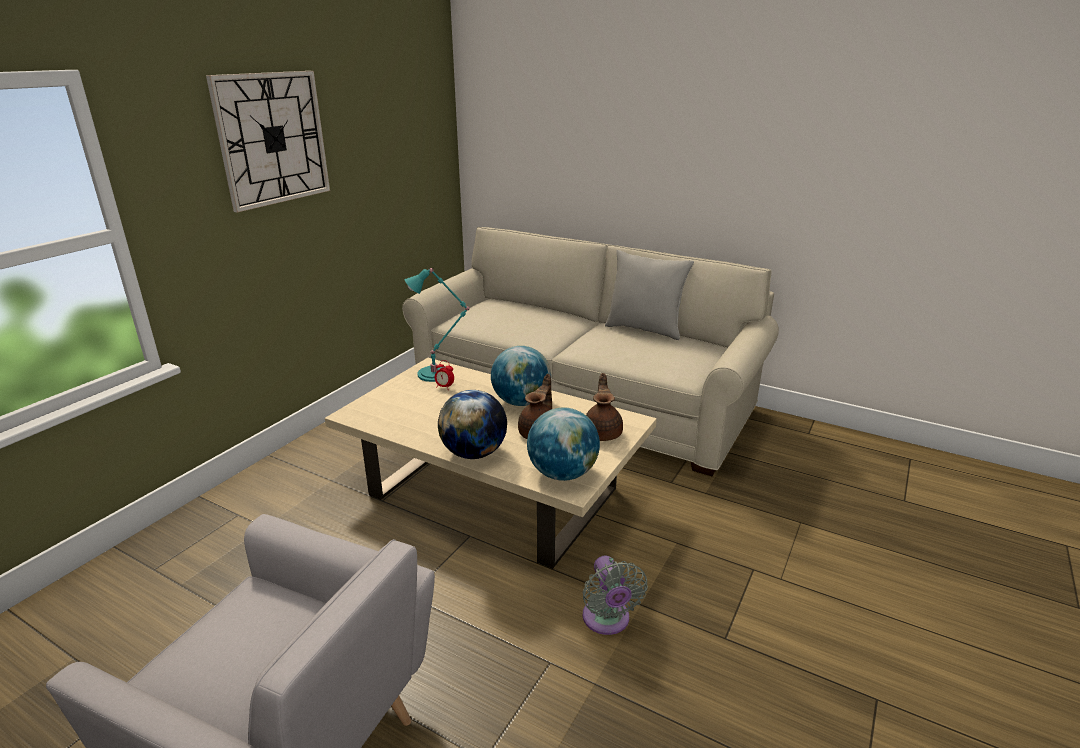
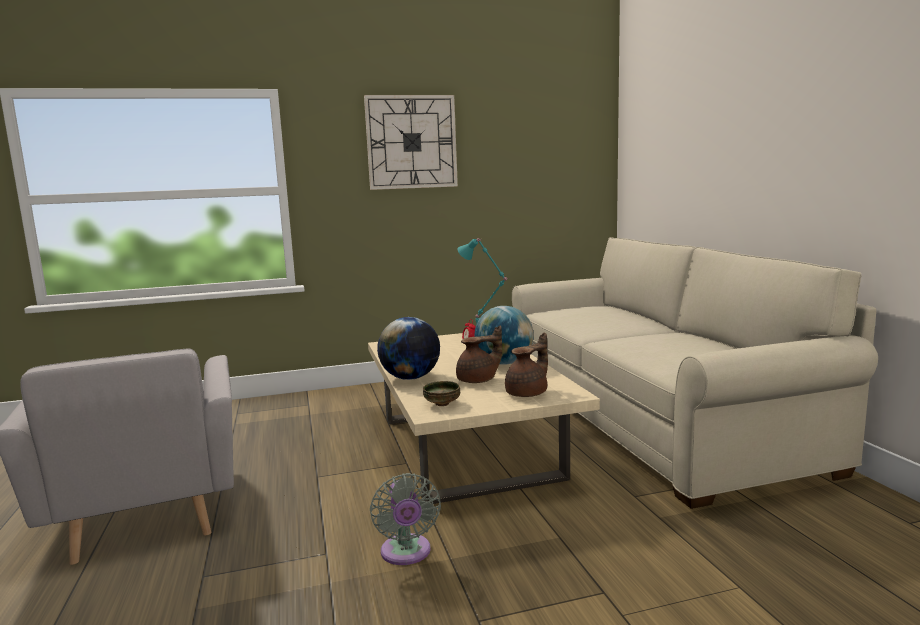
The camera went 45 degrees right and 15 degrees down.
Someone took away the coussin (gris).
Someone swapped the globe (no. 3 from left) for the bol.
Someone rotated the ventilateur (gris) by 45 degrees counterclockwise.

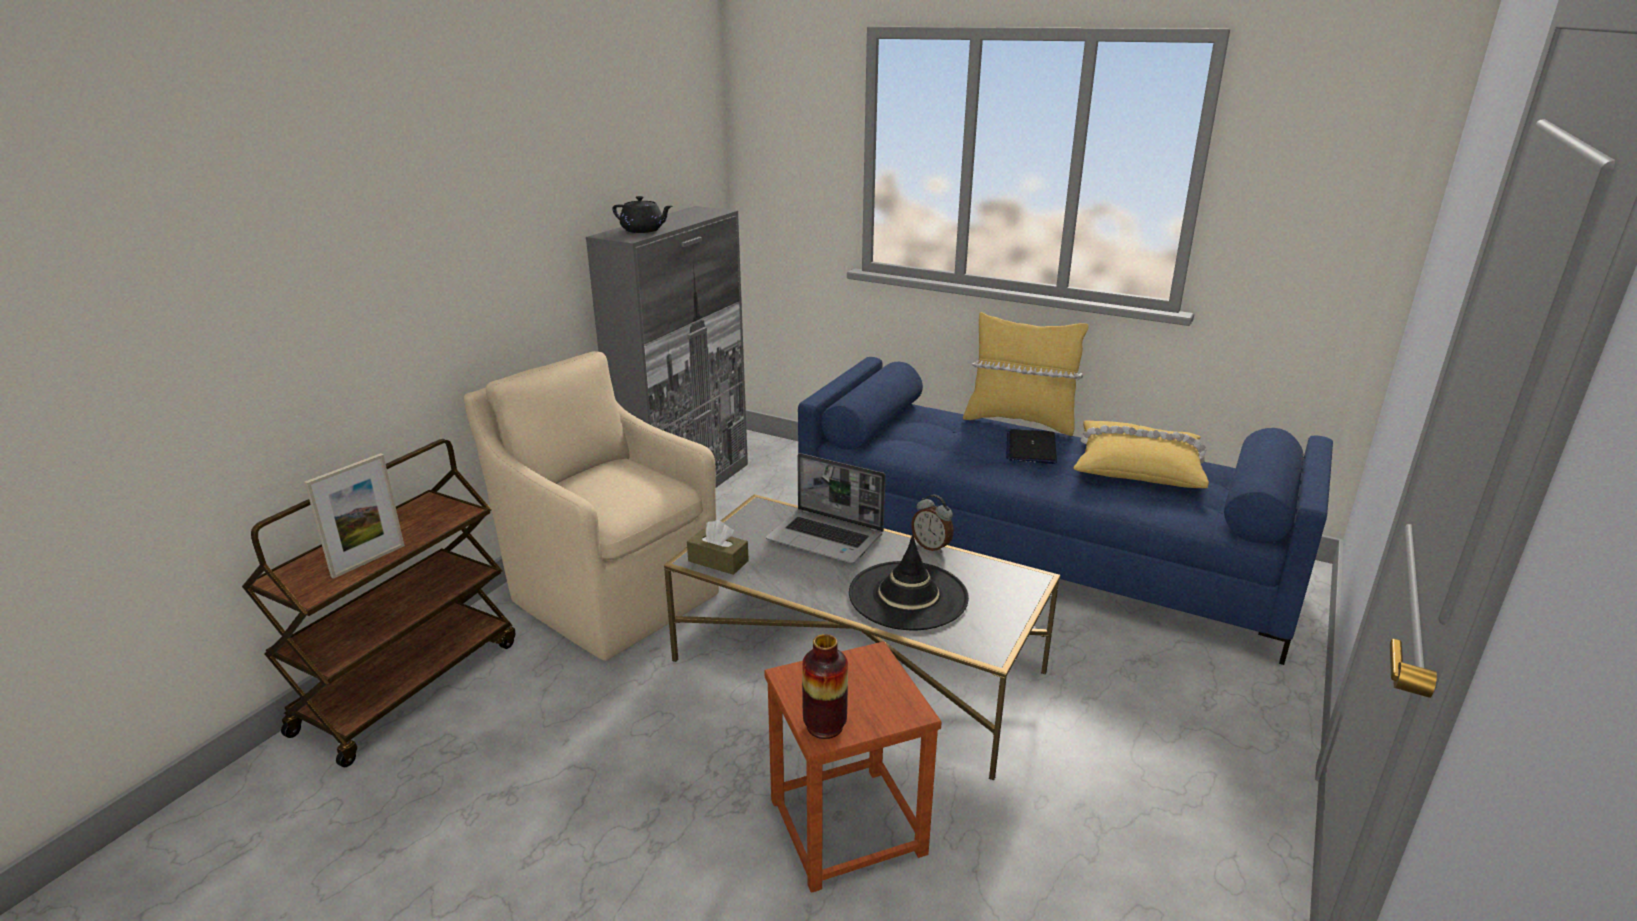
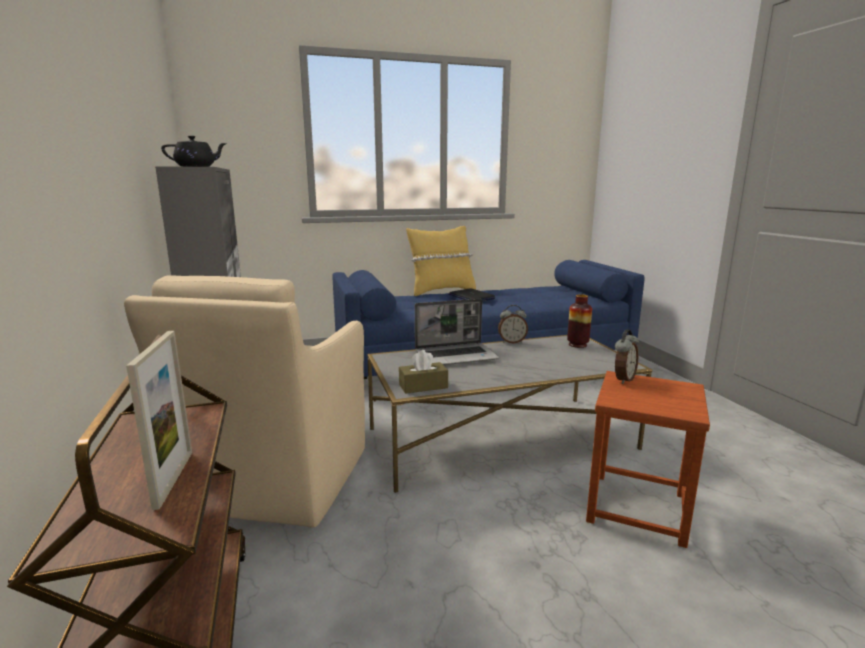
The camera went 45 degrees left and 10 degrees down.
Someone rotated the fauteuil (beige) by 75 degrees counterclockwise.
Someone took away the coussin (jaune) (no. 2 from left).
Someone took away the chapeau (noir).
Someone carried the vase.
Someone put down the réveil (no. 2 from left).

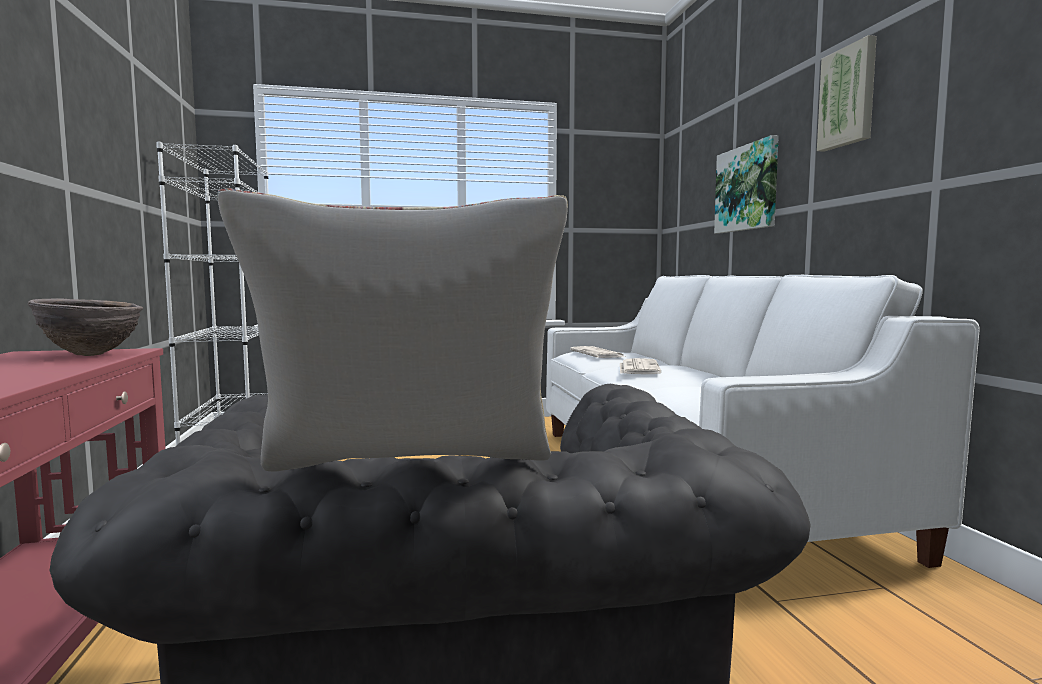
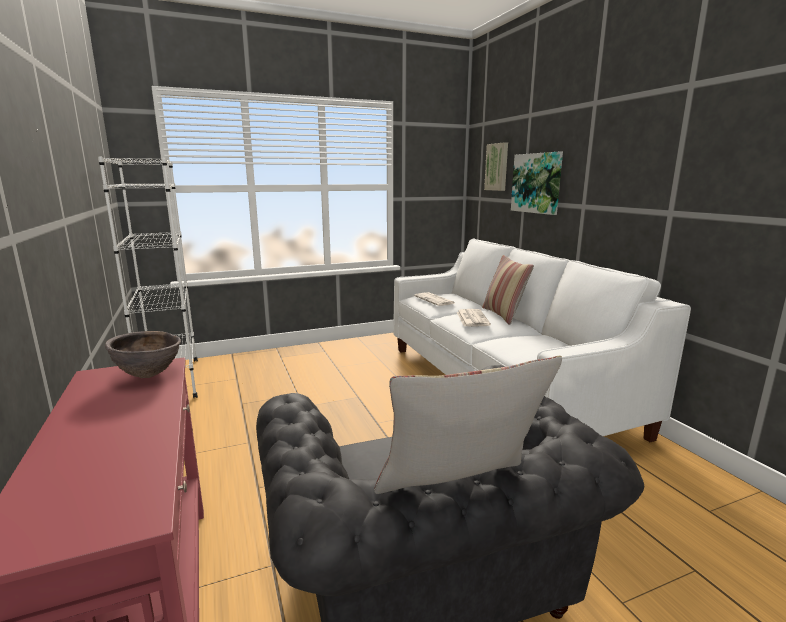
The camera went 10 degrees left and 10 degrees up.
Someone carried the tableau (no. 2 from left in the first image).
Someone put down the coussin (no. 2 from left).

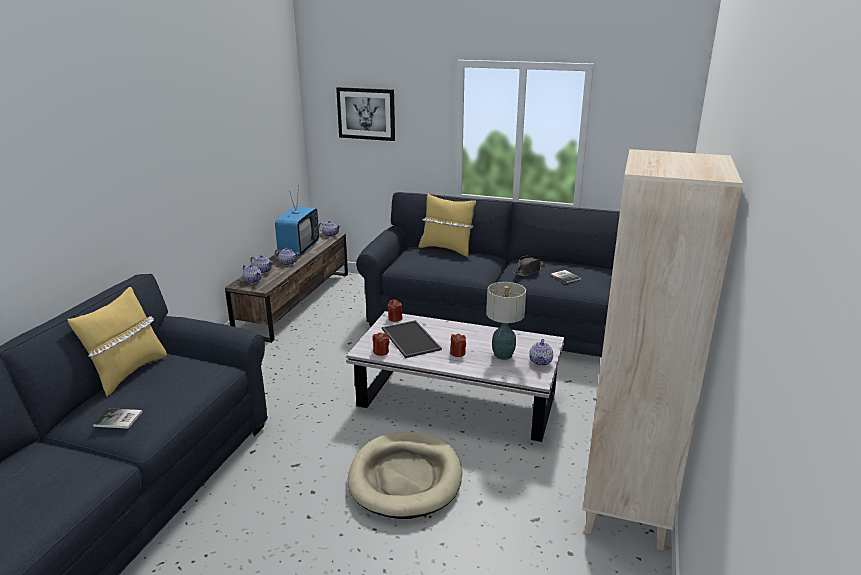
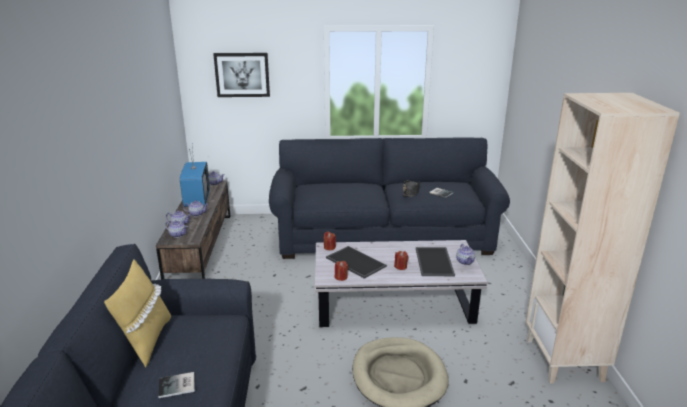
The camera went 20 degrees left and 0 degrees up.
Someone took away the coussin (jaune) (no. 2 from left).
Someone swapped the lampe de table for the plateau (no. 2 from left).

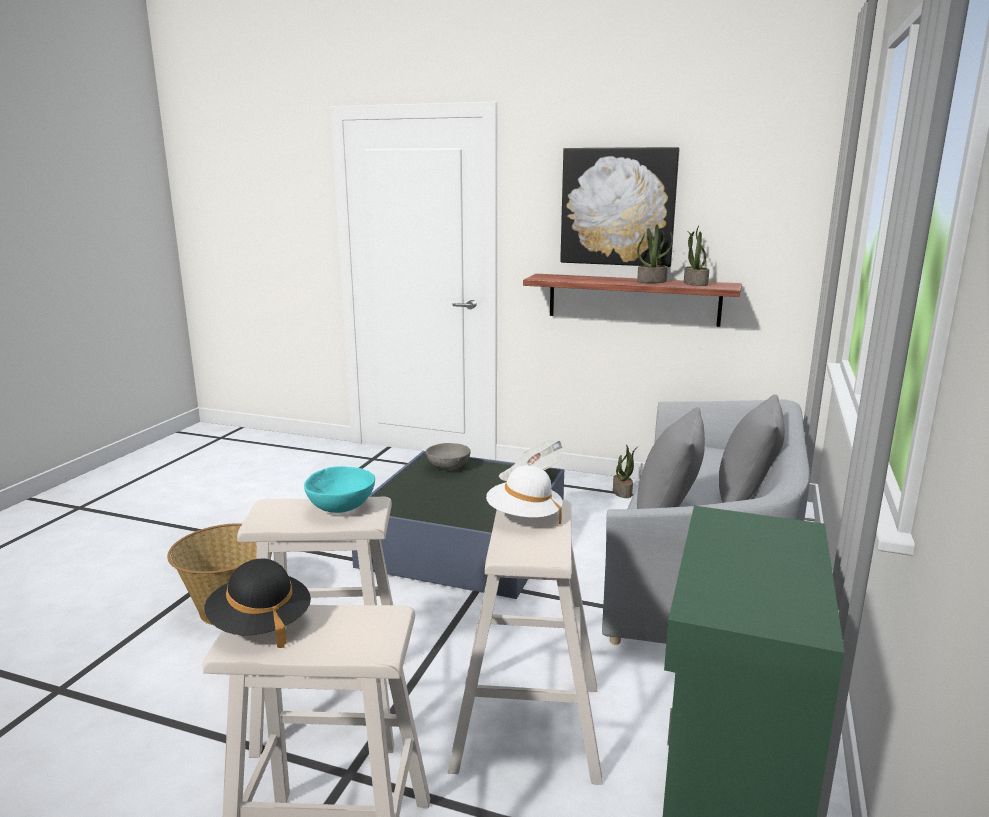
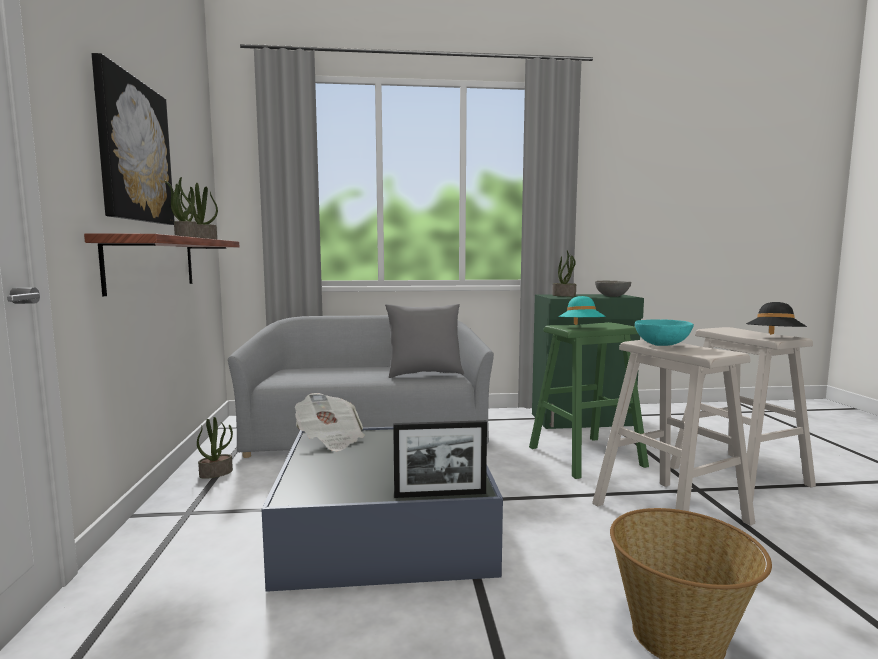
The camera went 115 degrees left and 10 degrees down.
Someone took away the coussin (gris) (no. 2 from left).
Someone carried the bol (gris).
Someone repainted the chapeau (blanc), which became the chapeau (turquoise).
Someone repainted the tabouret (beige) (no. 3 from left), which became the tabouret (vert).
Someone put down the plante en pot (no. 4 from left).
Someone put down the cadre photo.

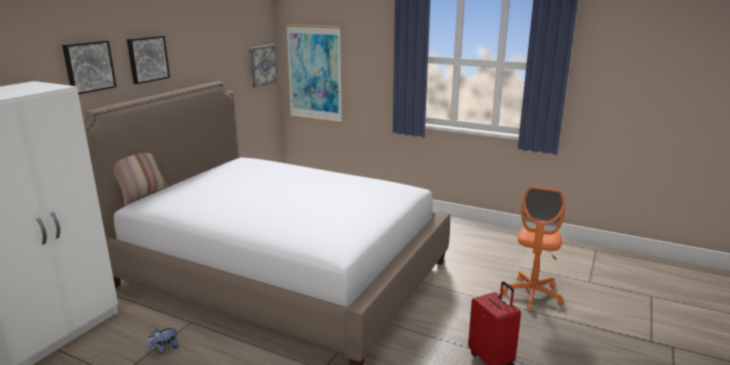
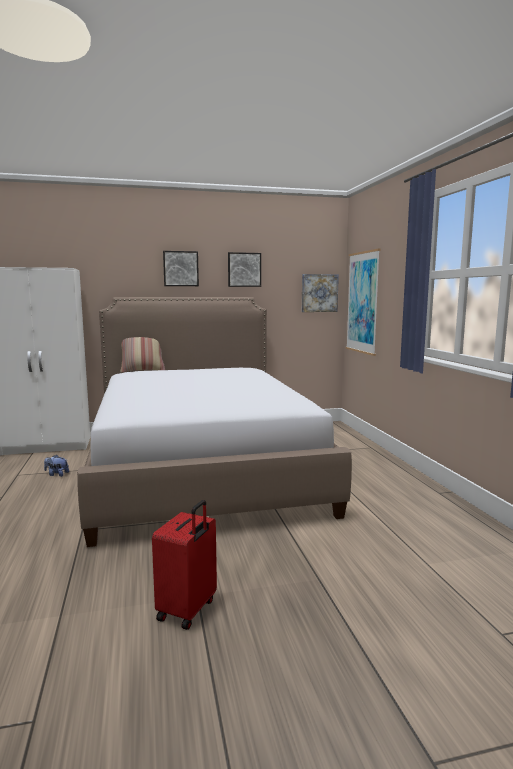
The camera went 50 degrees right and 10 degrees down.
Someone carried the tableau (no. 1 from left in the first image).
Someone took away the chaise de bureau (orange).

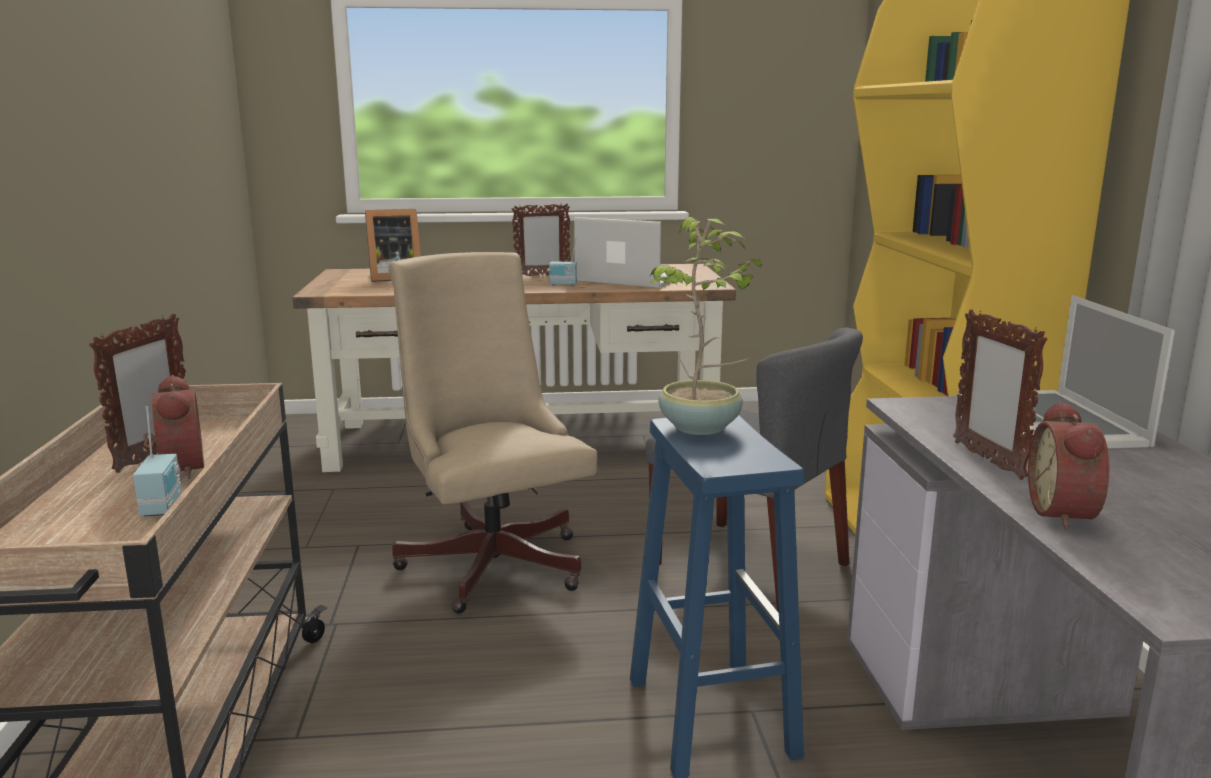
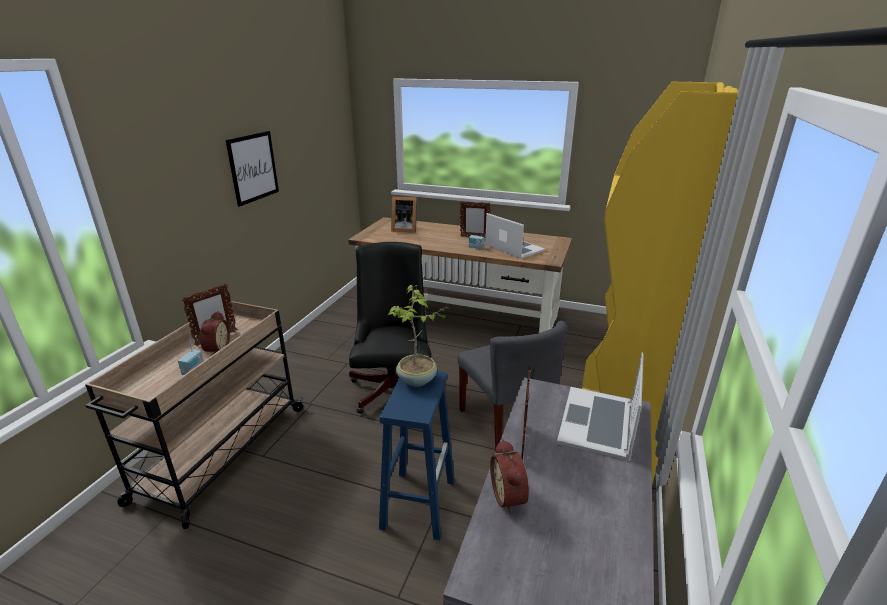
The camera went 25 degrees right and 10 degrees up.
Someone repainted the chaise de bureau (beige), which became the chaise de bureau (noir).
Someone rotated the réveil (no. 2 from left) by 45 degrees counterclockwise.
Someone put up the tableau.

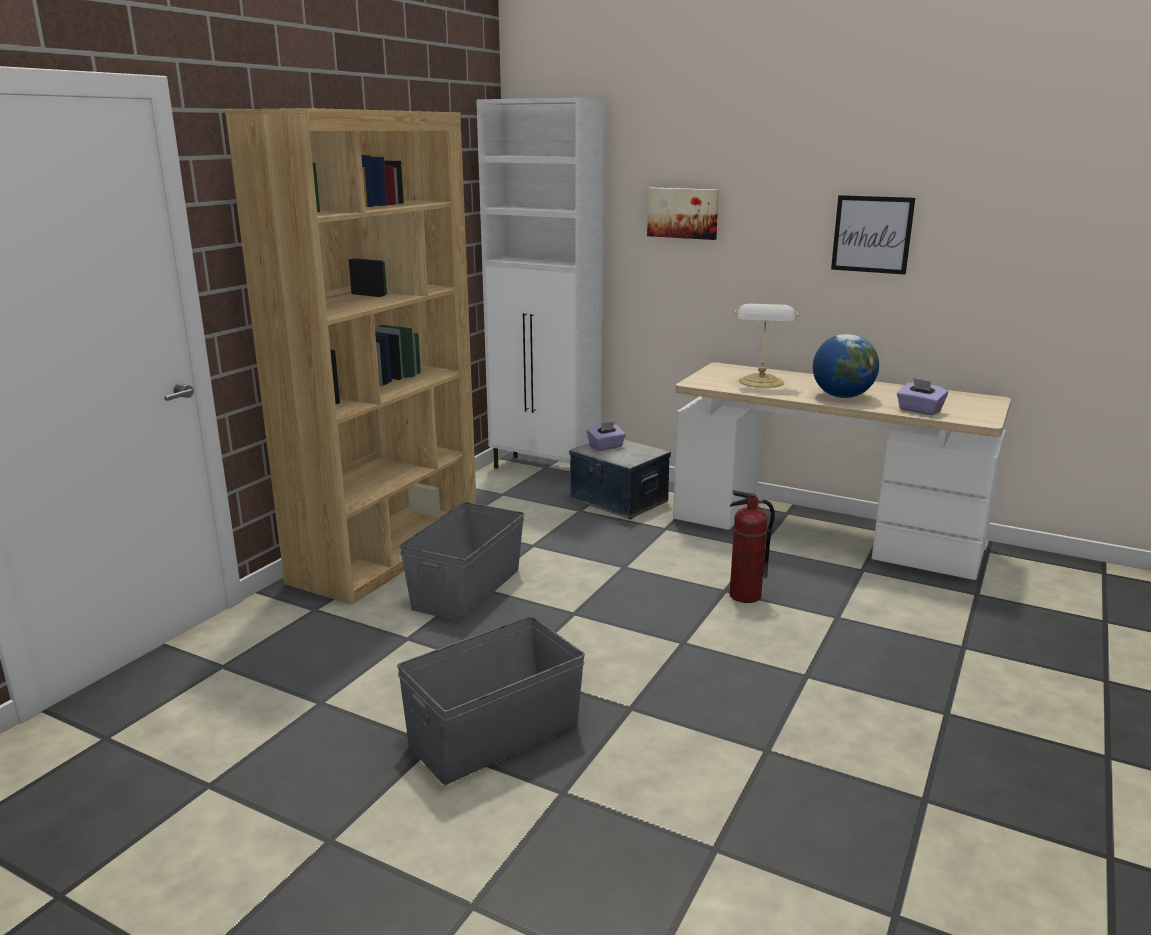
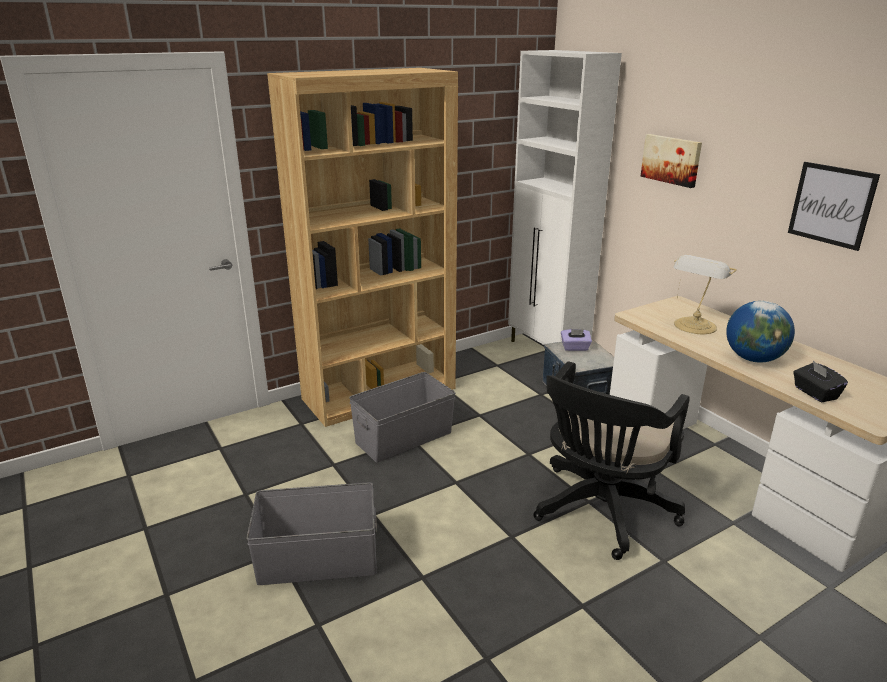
The camera went 30 degrees right and 5 degrees up.
Someone repainted the boîte à mouchoirs (violet) (no. 2 from left), which became the boîte à mouchoirs (noir).
Someone swapped the extincteur for the chaise de bureau (noir).

